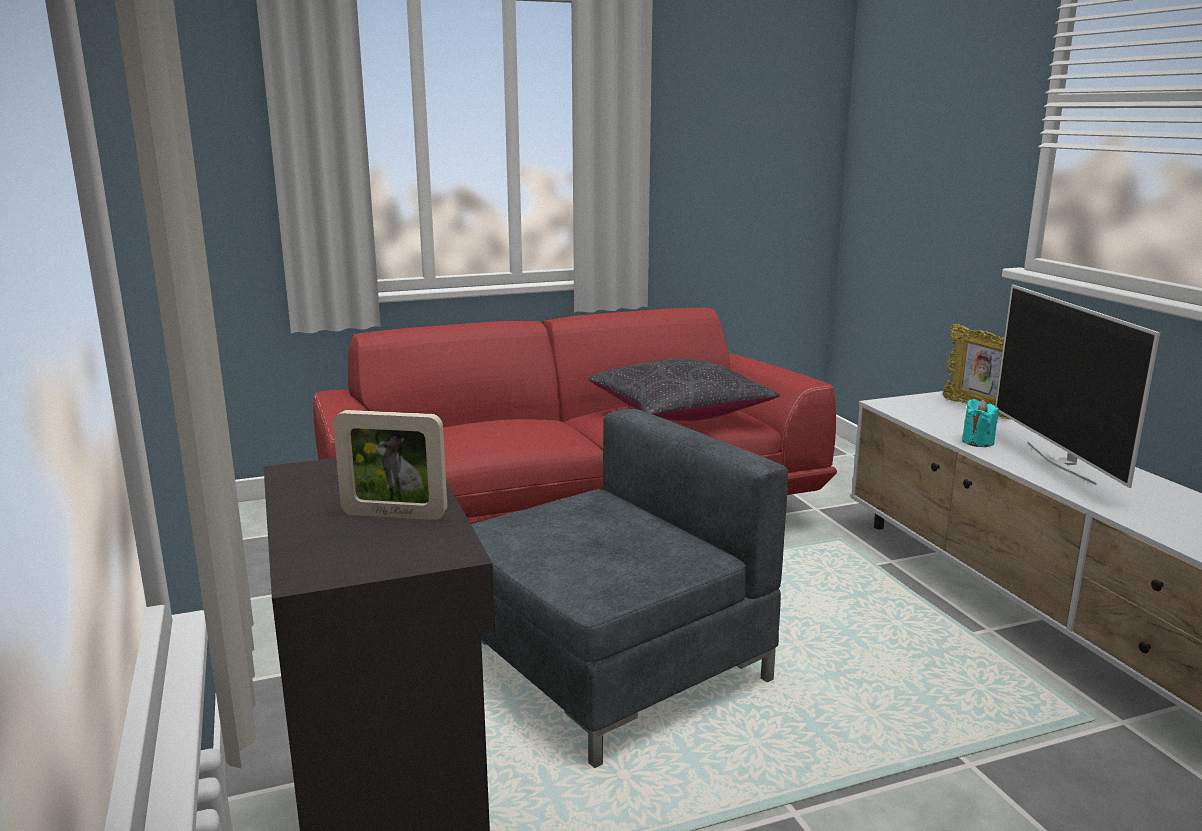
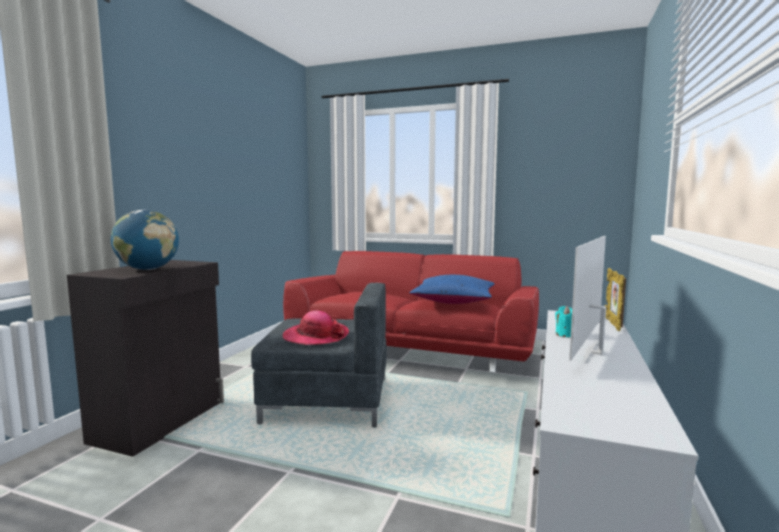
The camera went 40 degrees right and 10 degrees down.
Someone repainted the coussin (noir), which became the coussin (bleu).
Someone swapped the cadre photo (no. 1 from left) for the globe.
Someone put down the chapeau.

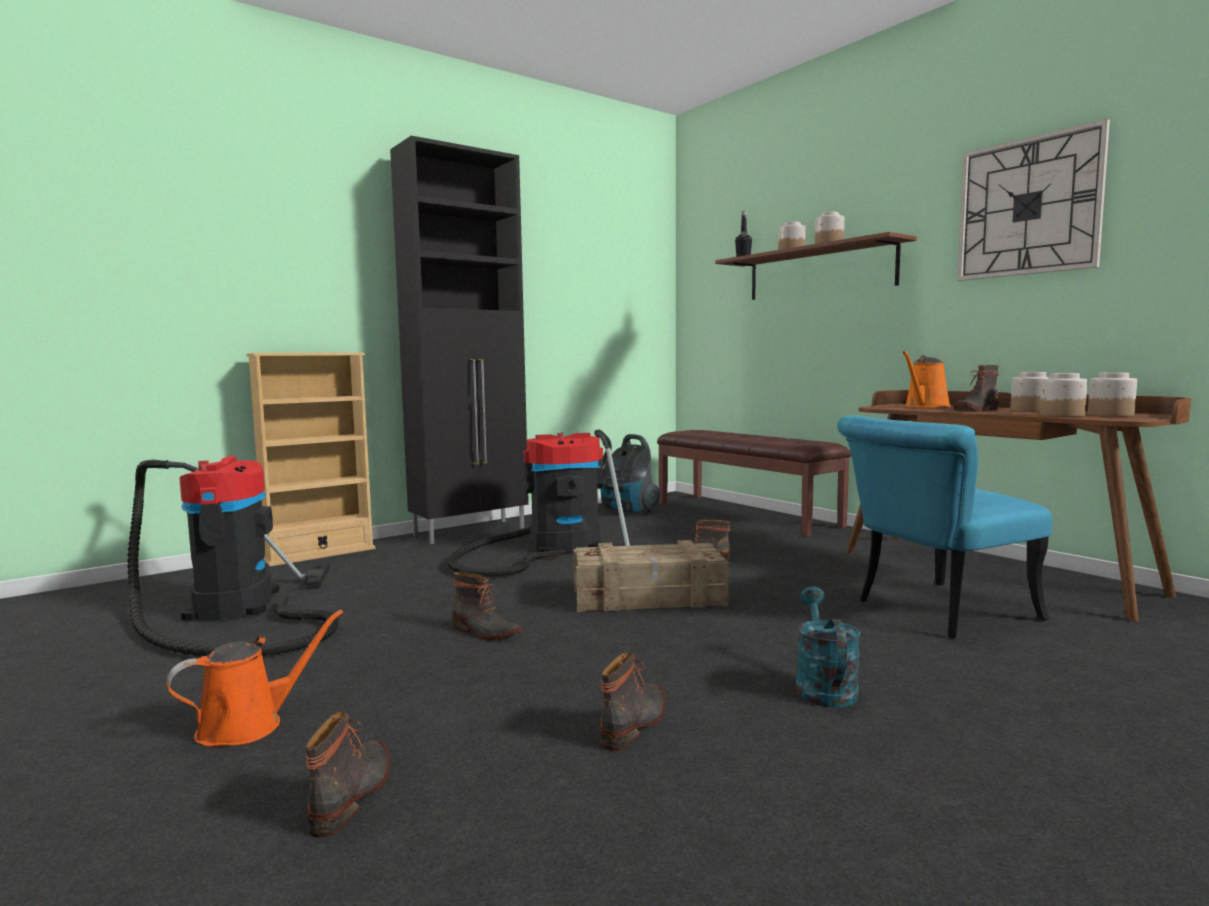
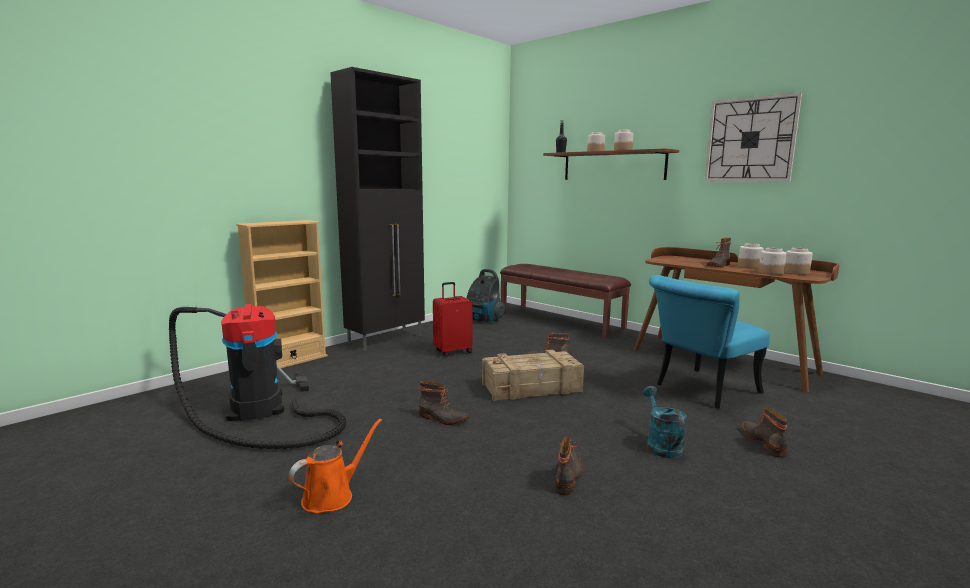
The camera went 10 degrees left and 5 degrees up.
Someone took away the arrosoir (orange) (no. 2 from left).
Someone swapped the aspirateur (no. 2 from left) for the valise (rouge).
Someone carried the botte (no. 1 from left in the first image).

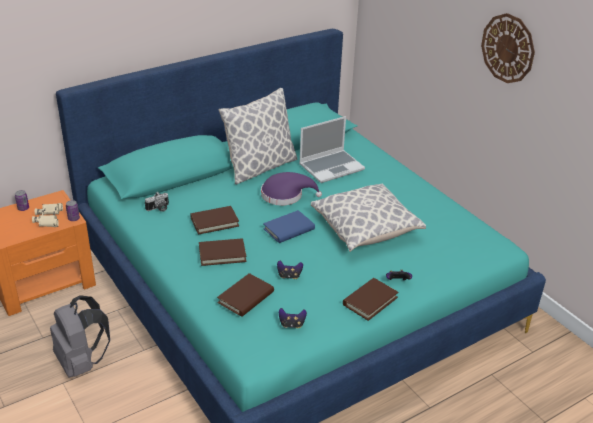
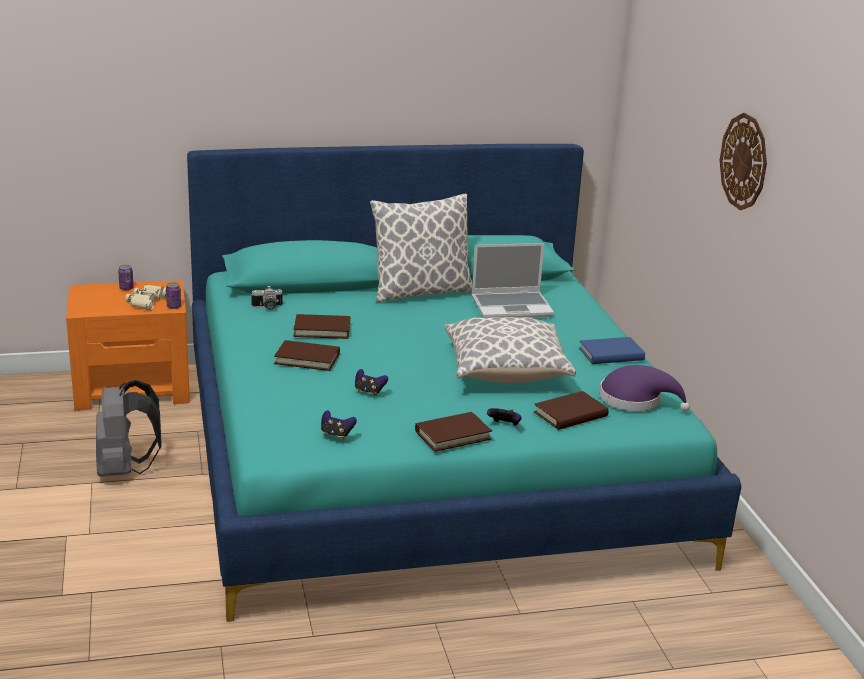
The camera went 20 degrees right and 10 degrees down.
Someone carried the chapeau (violet).
Someone carried the livre (bleu).
Someone carried the livre (marron) (no. 3 from left in the first image).

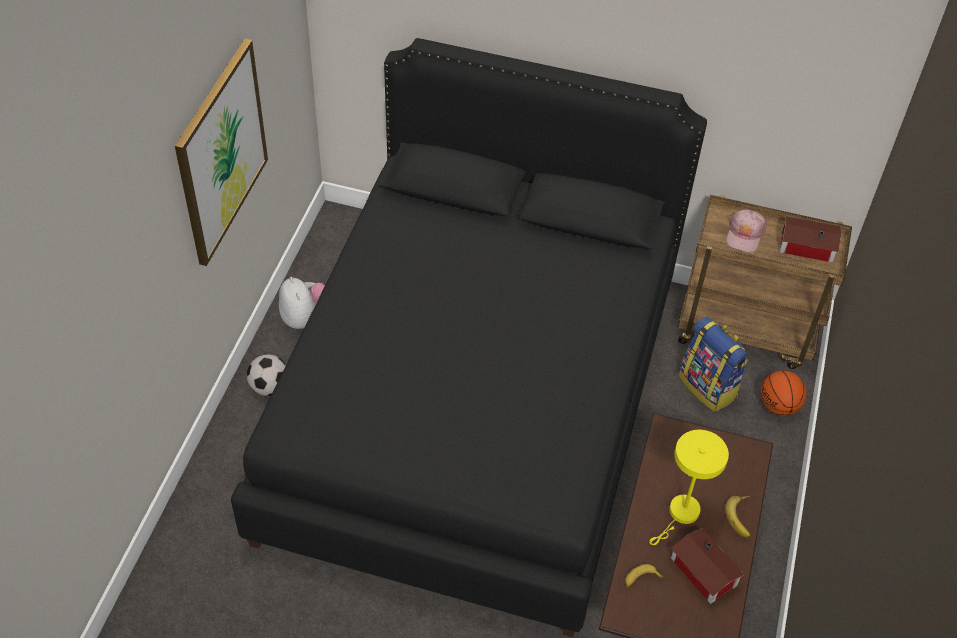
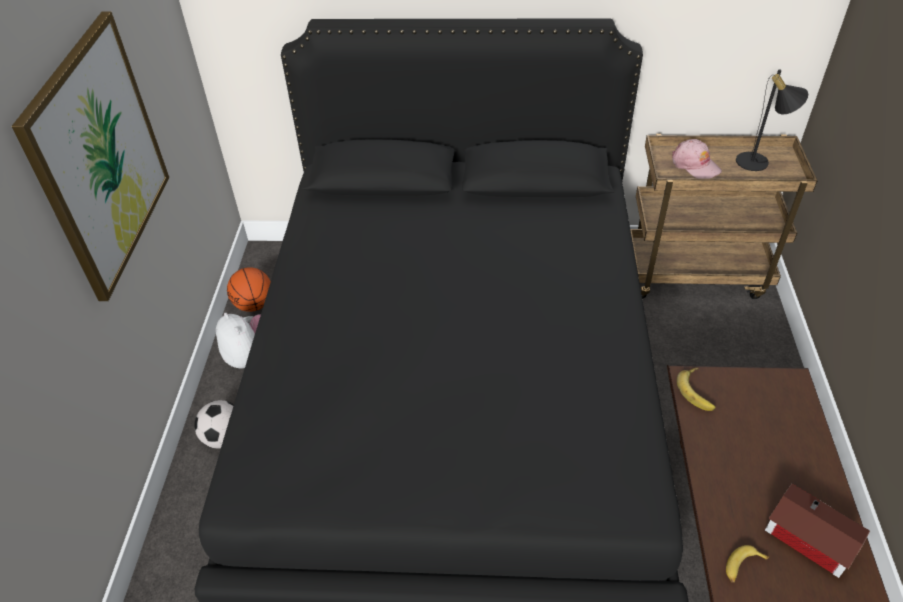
The camera went 10 degrees left and 5 degrees down.
Someone rotated the casquette (rose) by 45 degrees counterclockwise.
Someone swapped the maison miniature (no. 2 from left) for the lampe de table (noir).
Someone took away the sac à dos.
Someone carried the ballon de basket.
Someone took away the lampe de table (jaune).
Someone carried the banane (no. 2 from left in the first image).

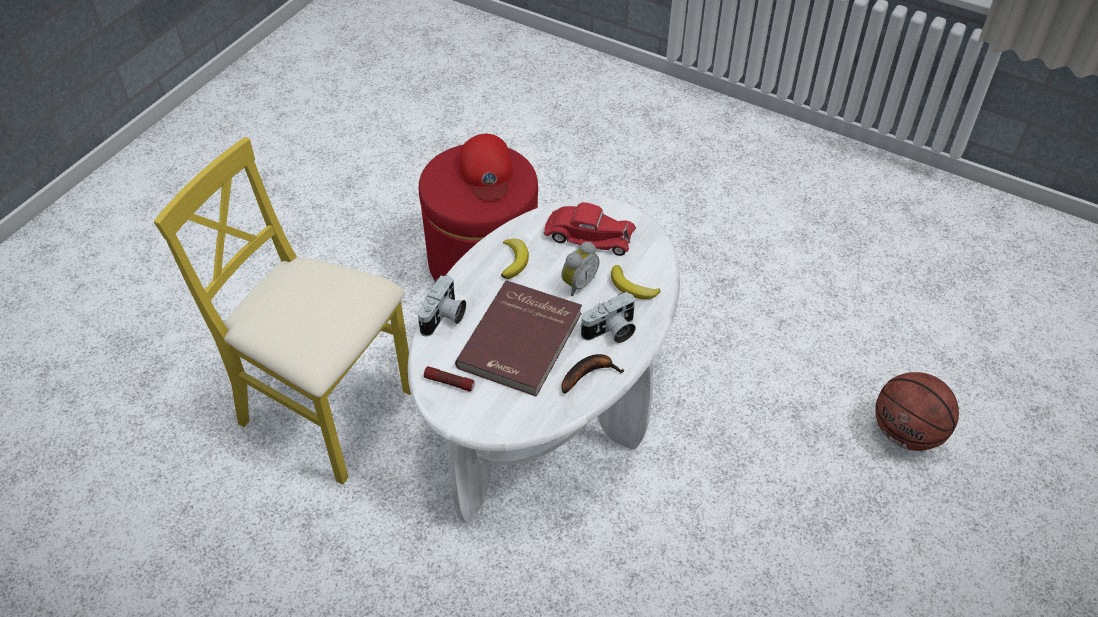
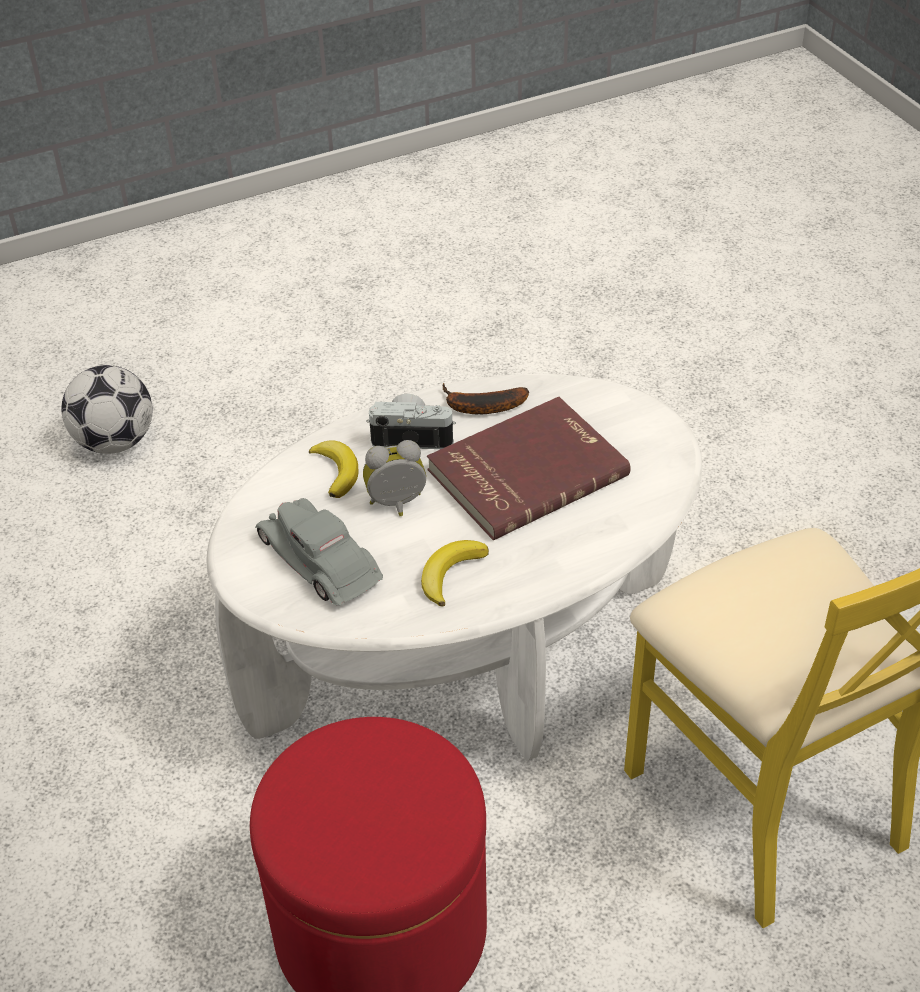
The camera went 145 degrees left and 5 degrees down.
Someone took away the casquette (rouge).
Someone repainted the petite voiture (rouge), which became the petite voiture (gris).
Someone took away the appareil photo (no. 1 from left).
Someone took away the lampe de poche.
Someone swapped the ballon de basket for the ballon de foot.

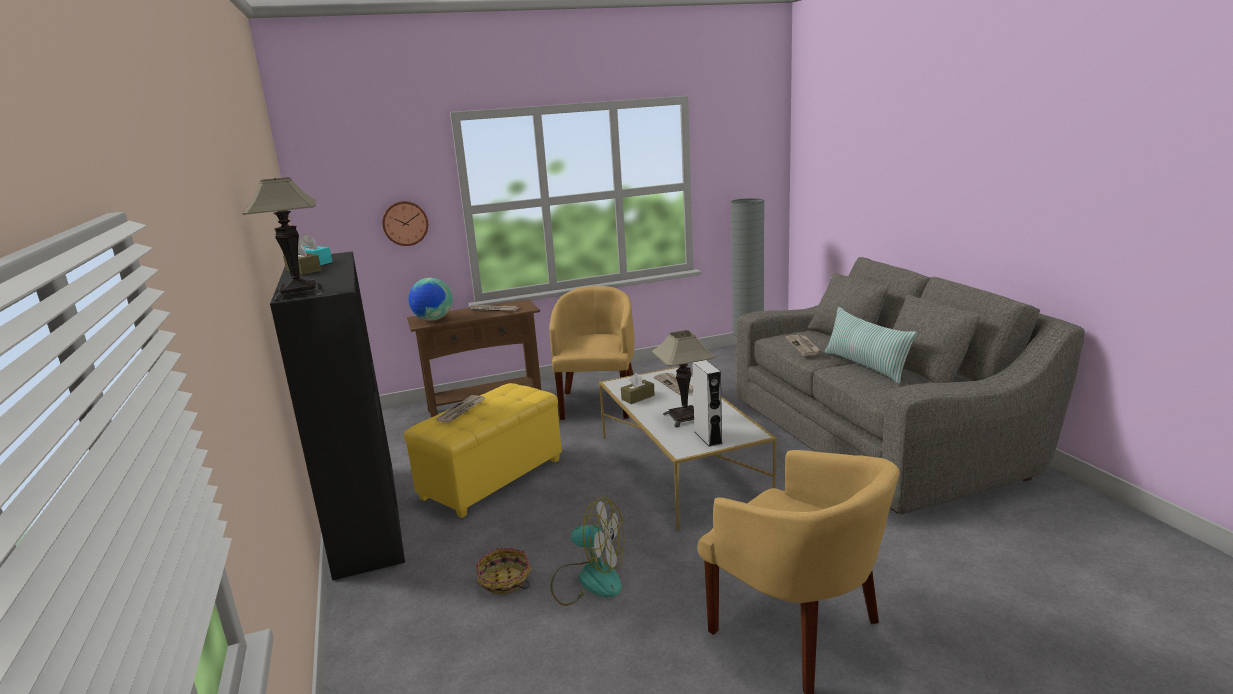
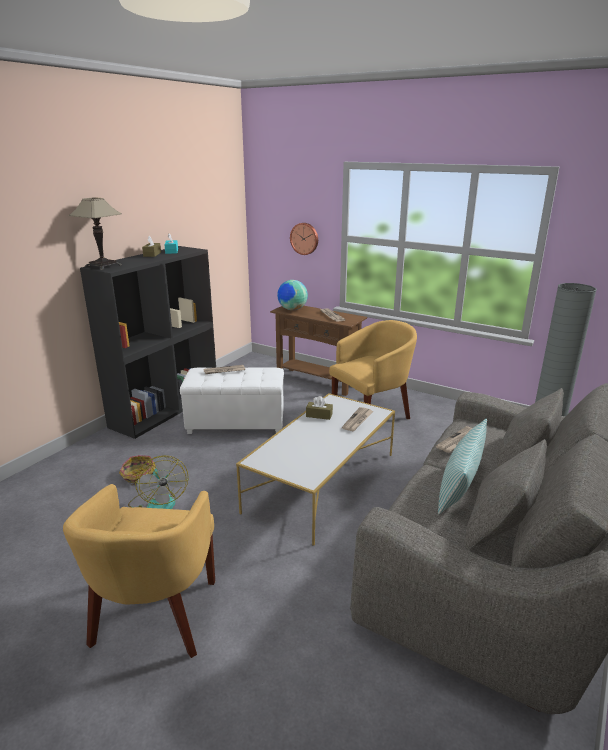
The camera went 50 degrees right and 5 degrees up.
Someone took away the lampe de table (no. 2 from left).
Someone took away the enceinte (gris).
Someone repainted the pouf (jaune), which became the pouf (blanc).

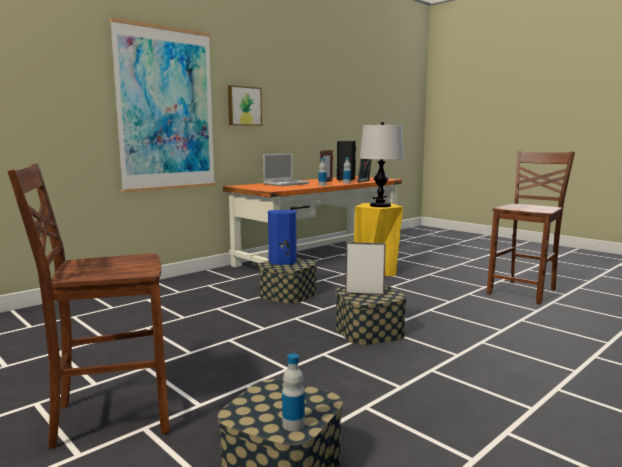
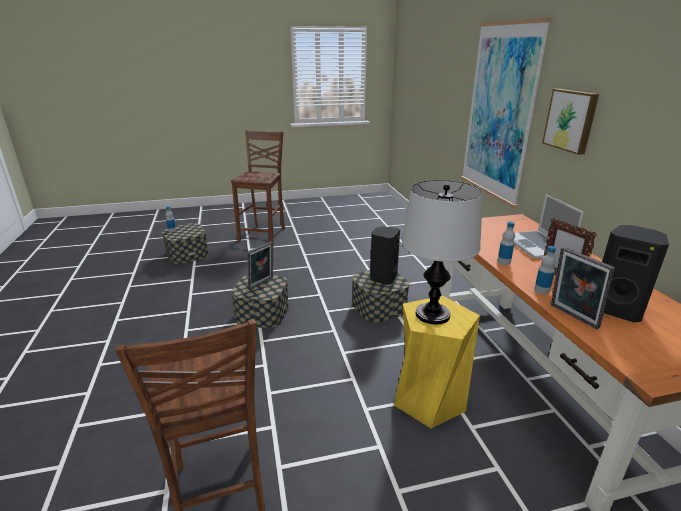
The camera went 120 degrees right and 15 degrees up.
Someone repainted the enceinte (bleu), which became the enceinte (noir) (no. 1 from left).

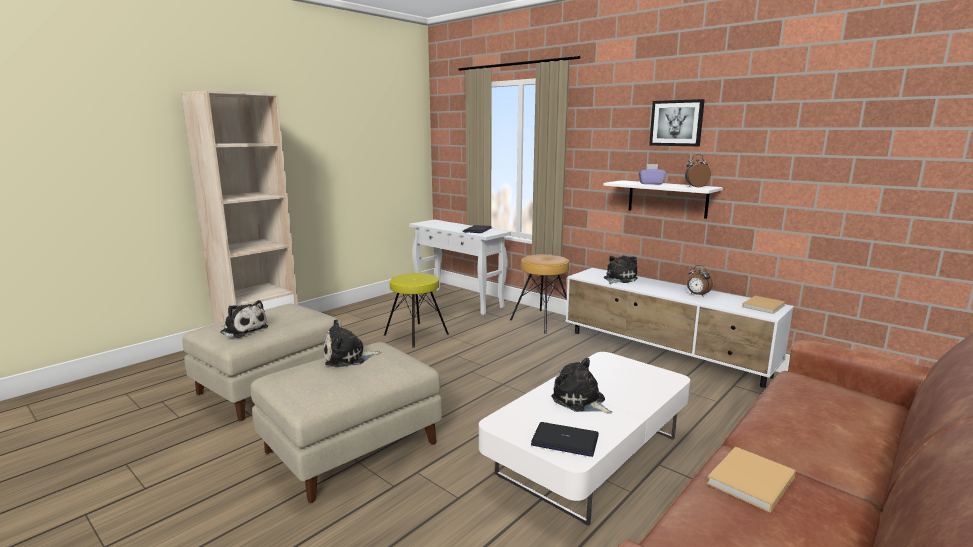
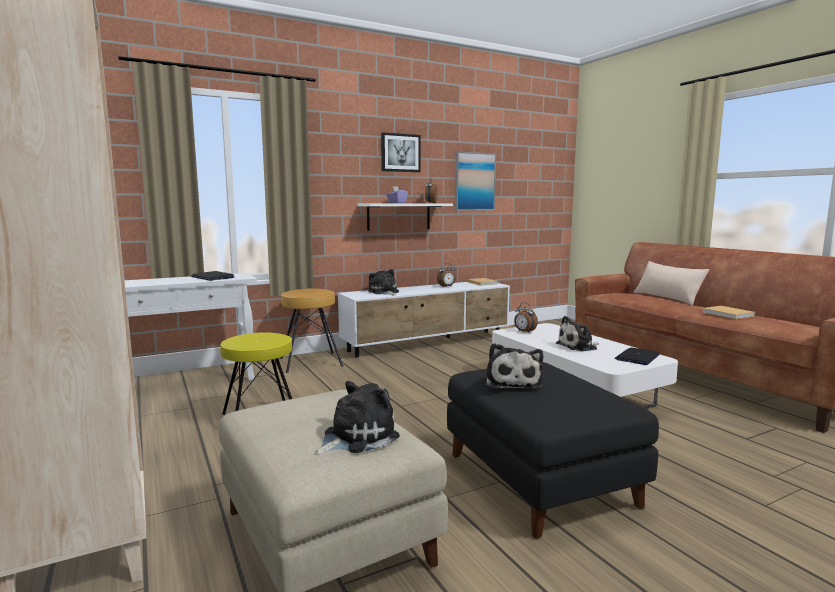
The camera went 70 degrees left and 5 degrees down.
Someone repainted the pouf (beige) (no. 2 from left), which became the pouf (noir).
Someone put up the tableau (no. 2 from left).
Someone put down the coussin (beige).
Someone put down the réveil (no. 3 from left).

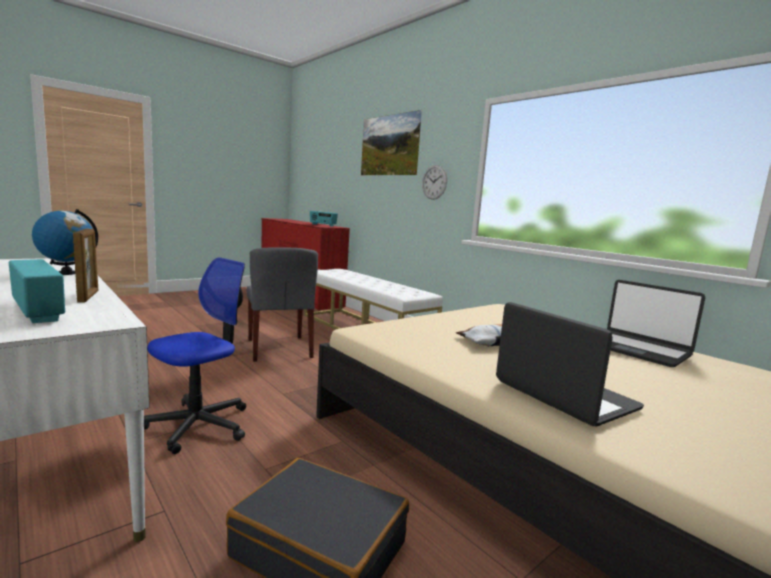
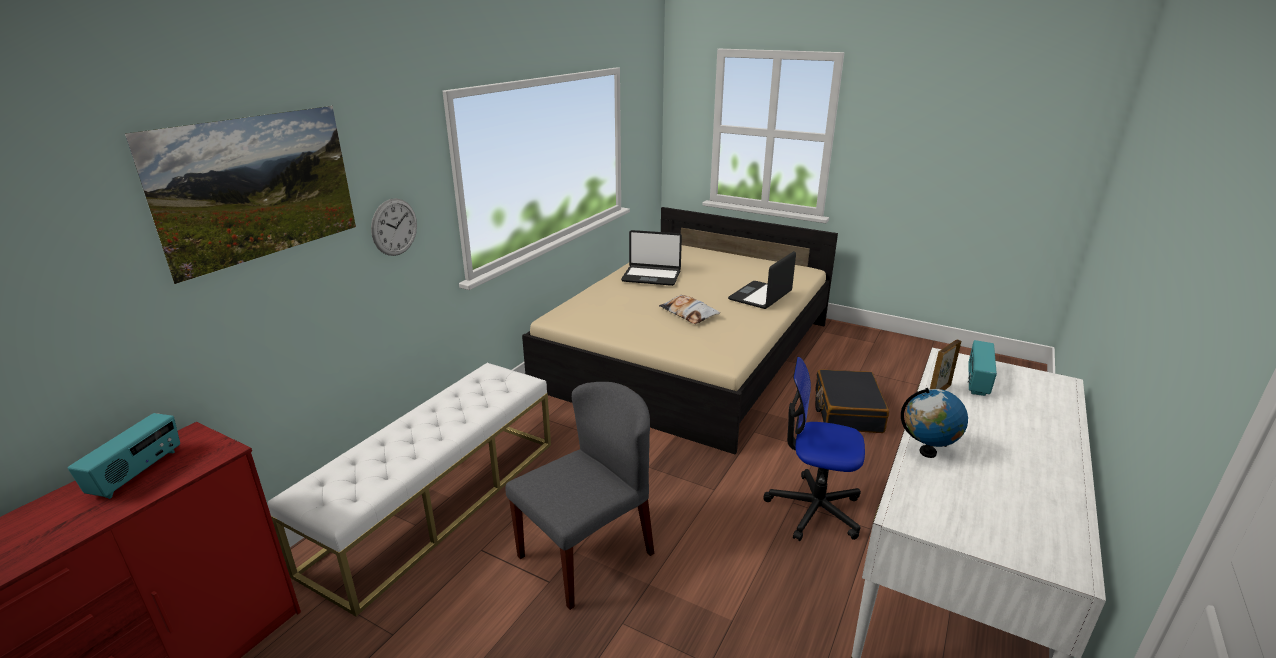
The camera went 110 degrees left and 15 degrees up.
Someone rotated the ordinateur portable (no. 2 from left in the first image) by 75 degrees clockwise.

